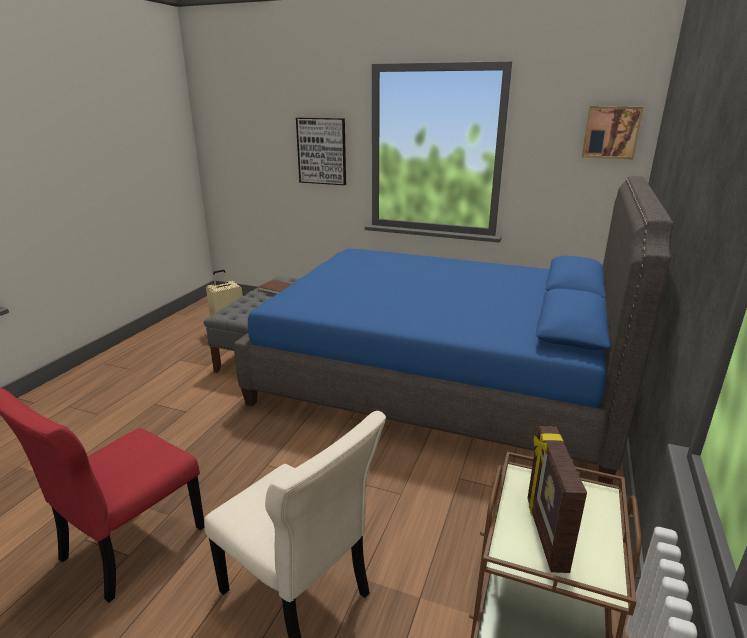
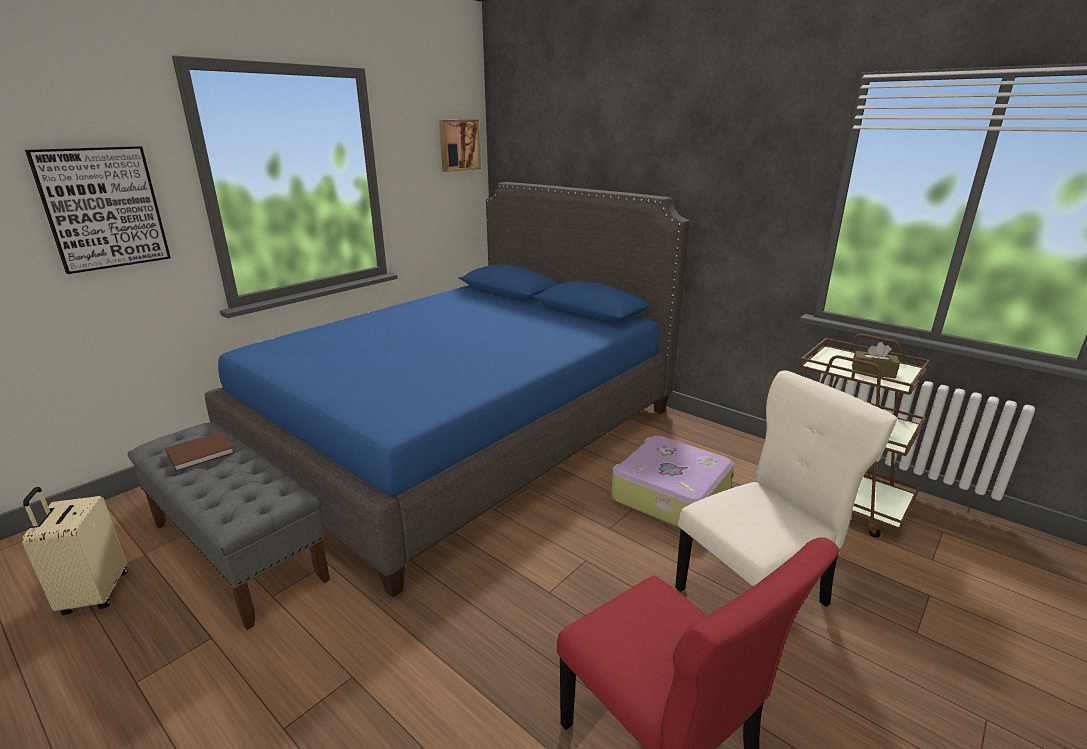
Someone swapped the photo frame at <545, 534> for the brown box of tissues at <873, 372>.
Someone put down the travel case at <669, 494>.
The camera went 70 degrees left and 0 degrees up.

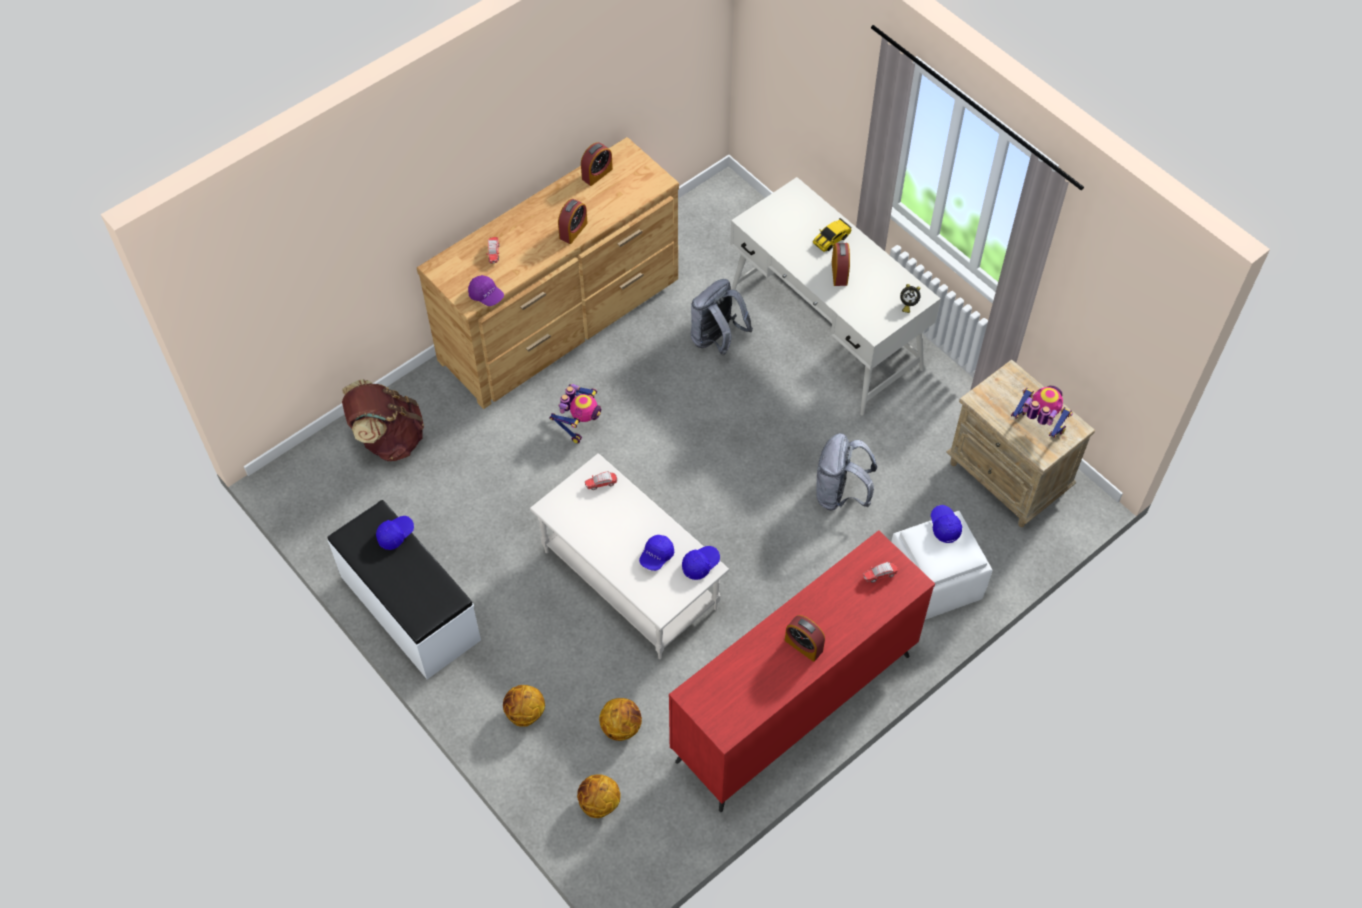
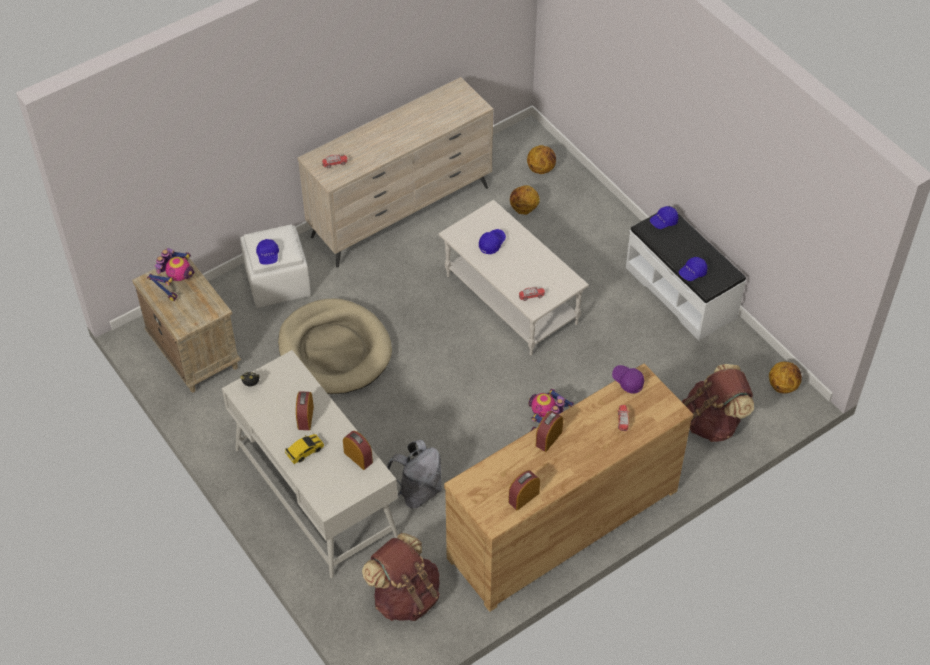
Someone rotated the toy robot at <1037, 426> by 105 degrees counterclockwise.
Someone swapped the greyish knapsack at <840, 494> for the sand-coloured dog bed at <334, 350>.
Someone repainted the reddish drawer chest at <792, 708>, which became the sand-coloured drawer chest at <401, 212>.
Someone carried the bluish baseball cap from <700, 564> to <663, 222>.
Someone carried the table clock from <803, 645> to <358, 457>.
Someone carried the basketball from <525, 713> to <783, 386>.
Someone put down the brown knapsack at <405, 596>.
The camera went 175 degrees left and 5 degrees down.

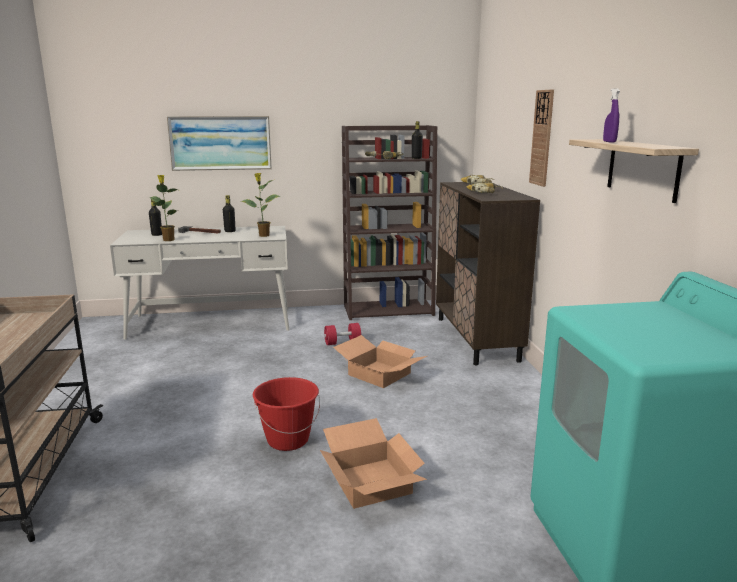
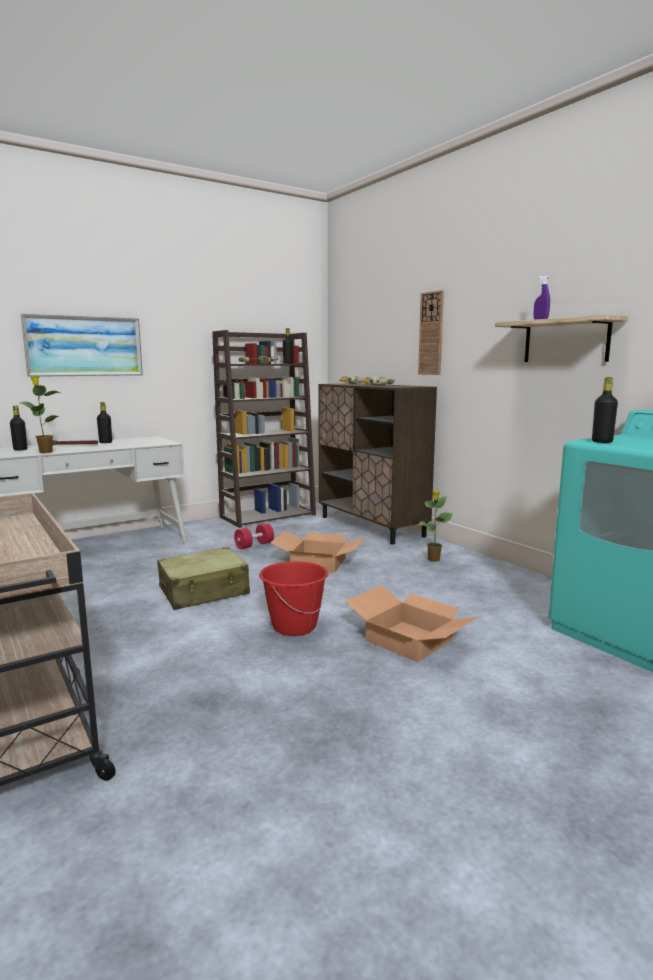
Someone carried the potted plant from <263, 235> to <433, 560>.
Someone put down the blackish beverage bottle at <602, 442>.
Someone put down the sand-coloured travel case at <204, 591>.
The camera went 25 degrees left and 5 degrees down.

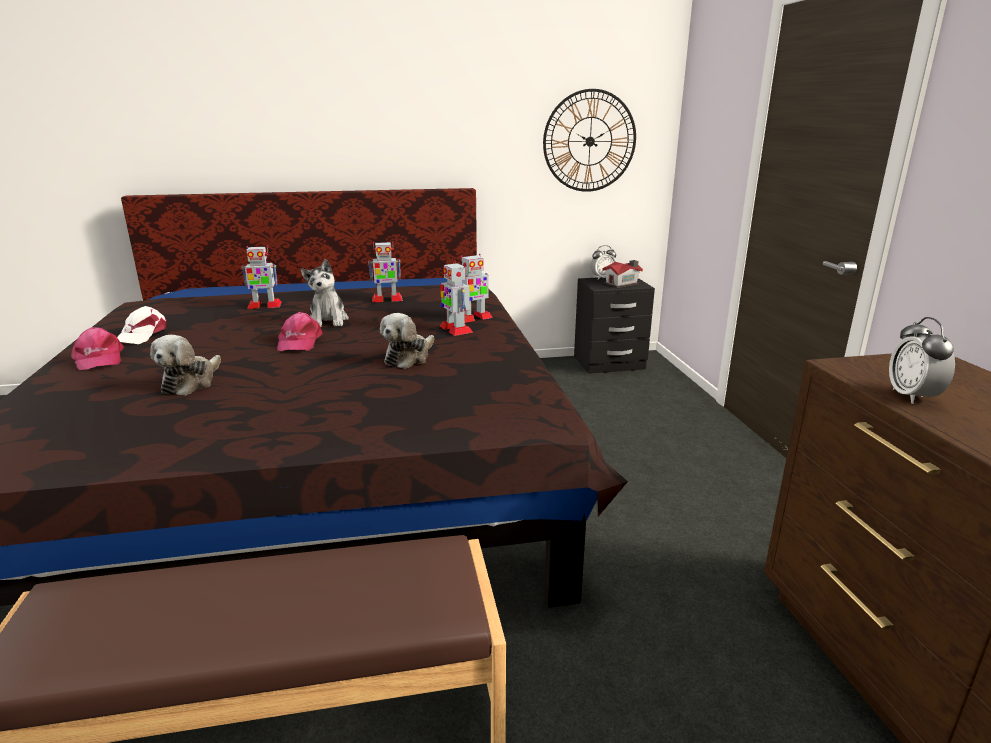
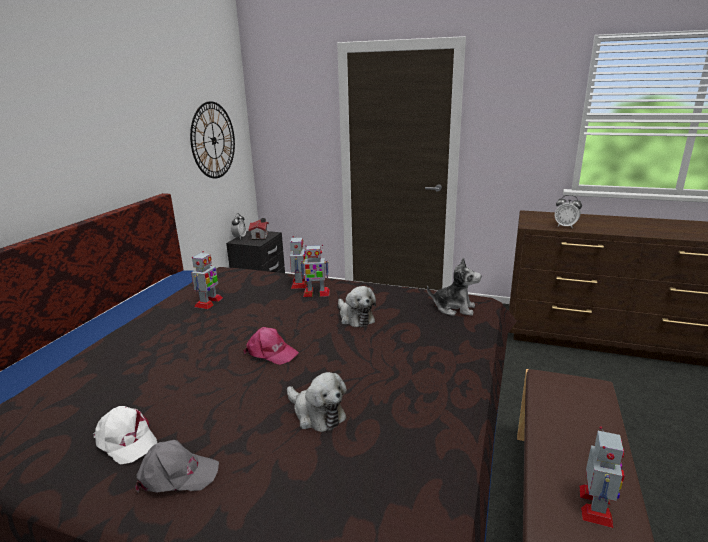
Someone carried the toy robot from <264, 305> to <596, 506>.
Someone carried the plush toy from <328, 320> to <454, 308>.
Someone repainted the pink baseball cap at <98, 359>, which became the greyish baseball cap at <177, 475>.
The camera went 60 degrees left and 0 degrees up.

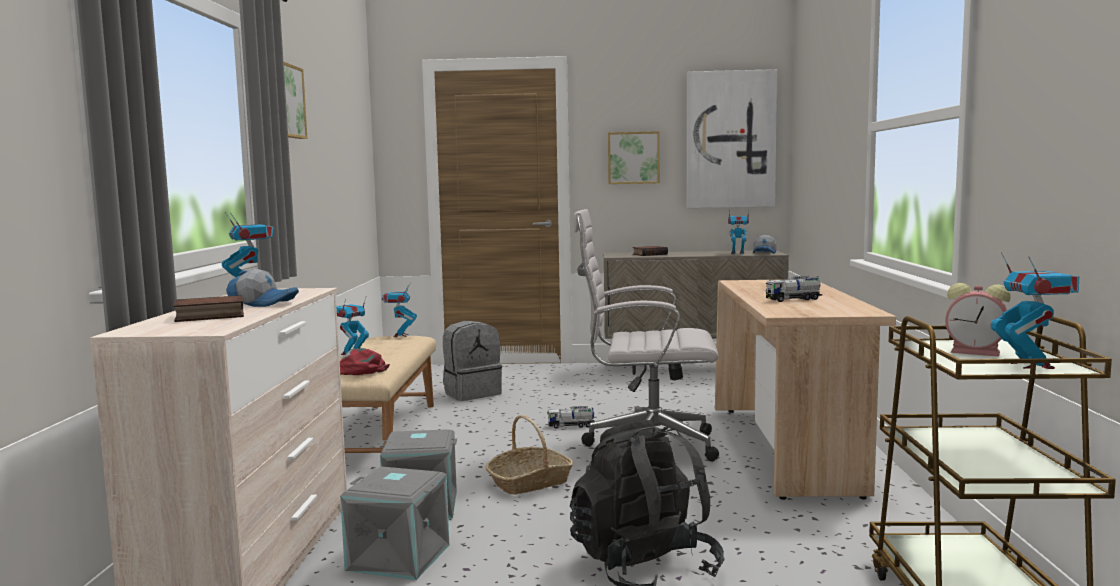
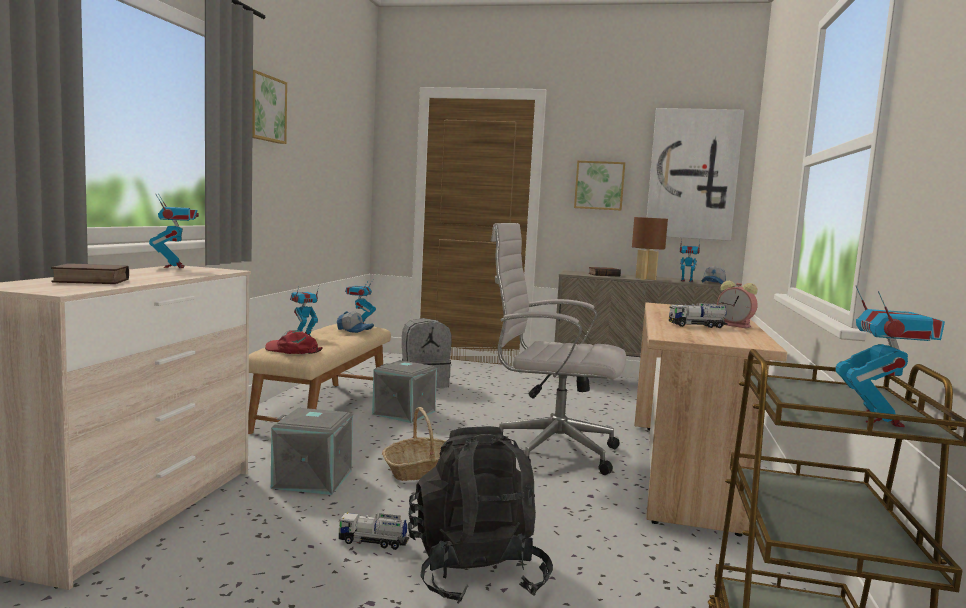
Someone carried the baseball cap from <263, 304> to <355, 330>.
Someone carried the table clock from <977, 352> to <736, 325>.
Someone carried the model truck from <571, 426> to <373, 542>.
Someone carried the greyish storage container from <400, 557> to <405, 412>.
Someone put down the brown table lamp at <645, 278>.
The camera went 10 degrees right and 0 degrees up.

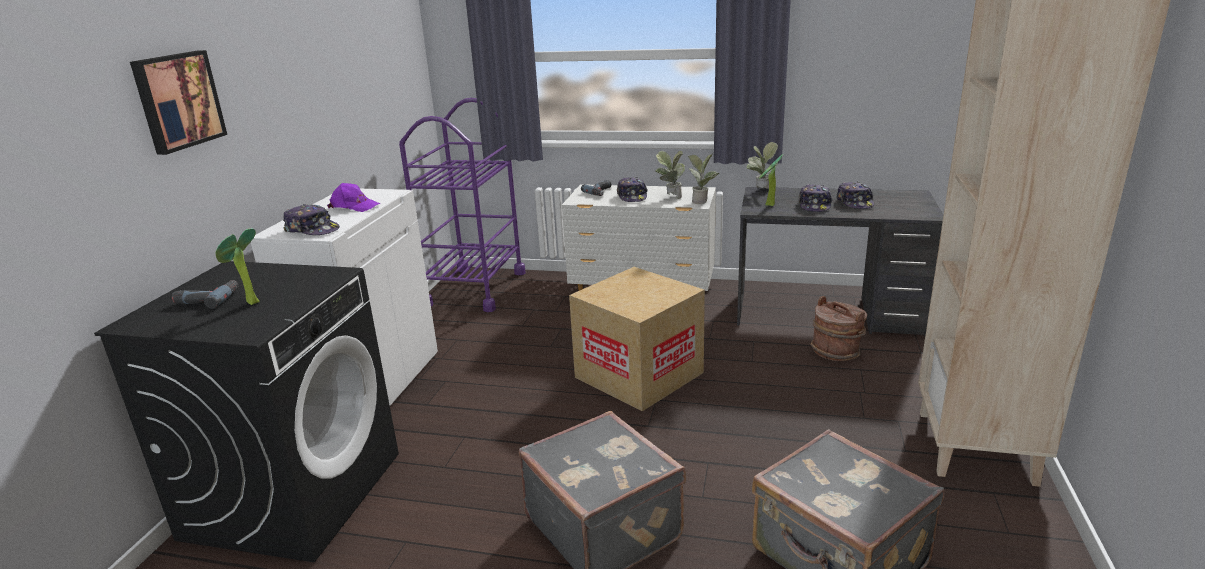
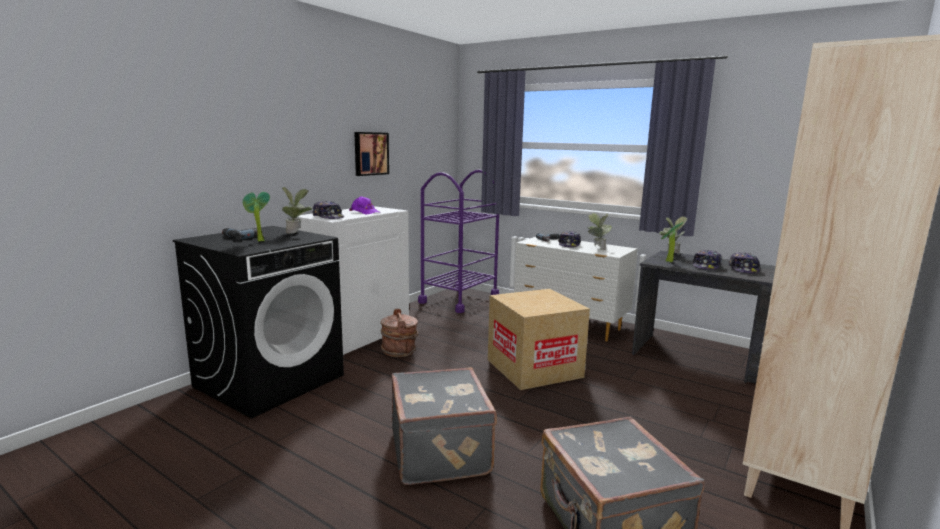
Someone carried the wall art from <177, 101> to <370, 153>.
Someone carried the potted plant from <702, 201> to <297, 232>.
Someone carried the brown bucket from <836, 351> to <399, 351>.
The camera went 20 degrees right and 10 degrees down.

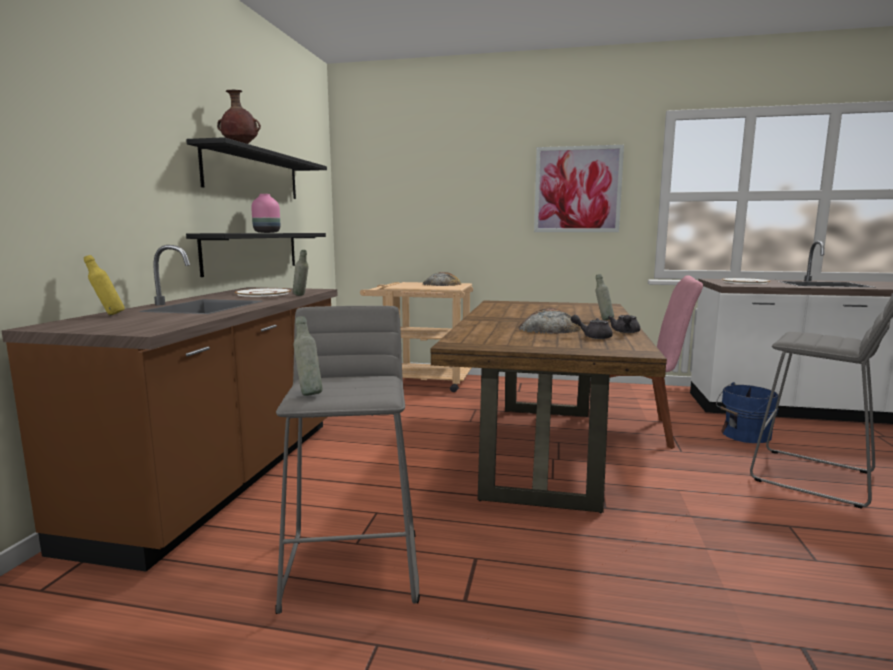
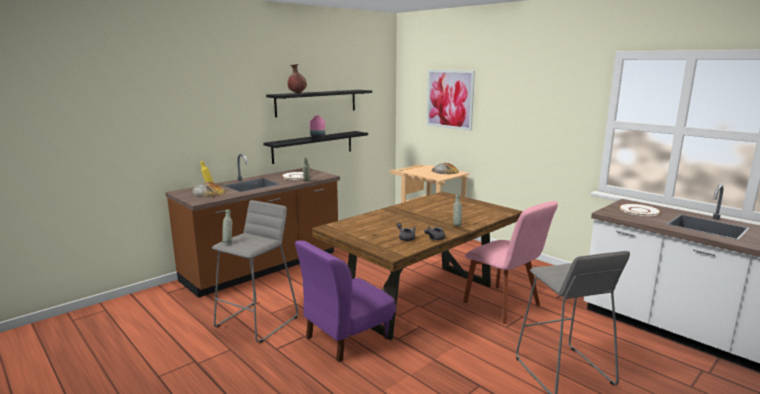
Someone carried the wall art from <577, 189> to <449, 99>.
Someone carried the bakery bread from <549, 328> to <208, 193>.
Someone took away the bluish bucket at <743, 435>.
Someone put down the purplish chair at <346, 337>.
The camera went 35 degrees right and 5 degrees up.

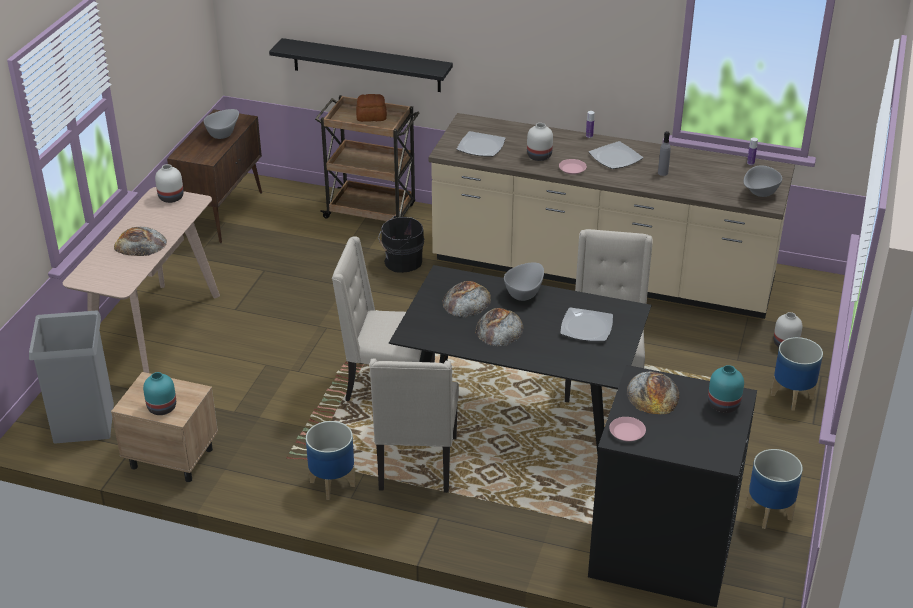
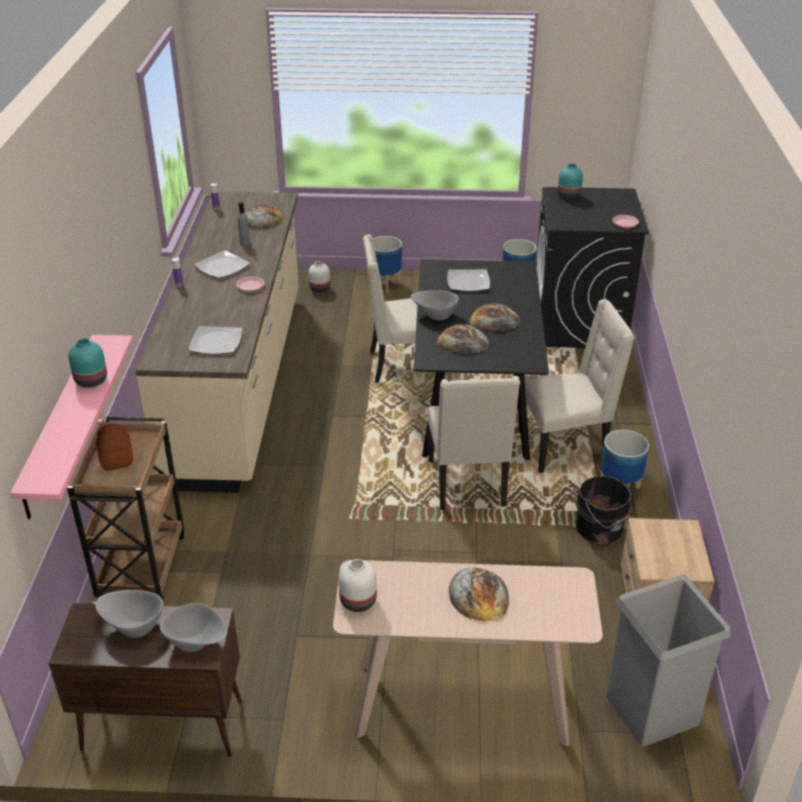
Someone repainted the blackish shelf at <366, 65>, which became the pink shelf at <59, 425>.
Someone took away the white-coloured flower vase at <539, 156>.
Someone carried the greyish deep dish from <759, 193> to <197, 643>.
Someone carried the blackish bucket from <401, 262> to <600, 529>.
Someone carried the turquoise flower vase from <161, 408> to <91, 381>.
Someone carried the bakery bread from <653, 394> to <260, 219>.
The camera went 105 degrees left and 0 degrees up.

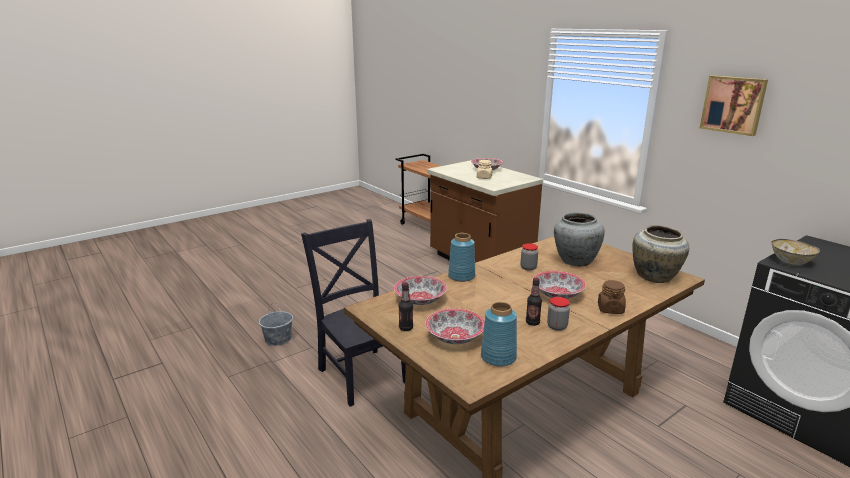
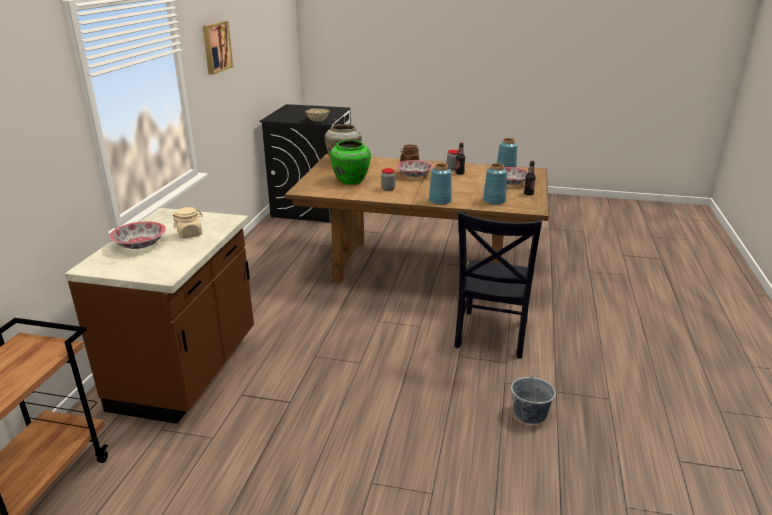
Someone repainted the greyish flower vase at <575, 260>, which became the greenish flower vase at <350, 181>.
Someone swapped the deep dish at <420, 300> for the bluish flower vase at <494, 201>.
The camera went 130 degrees left and 5 degrees up.

